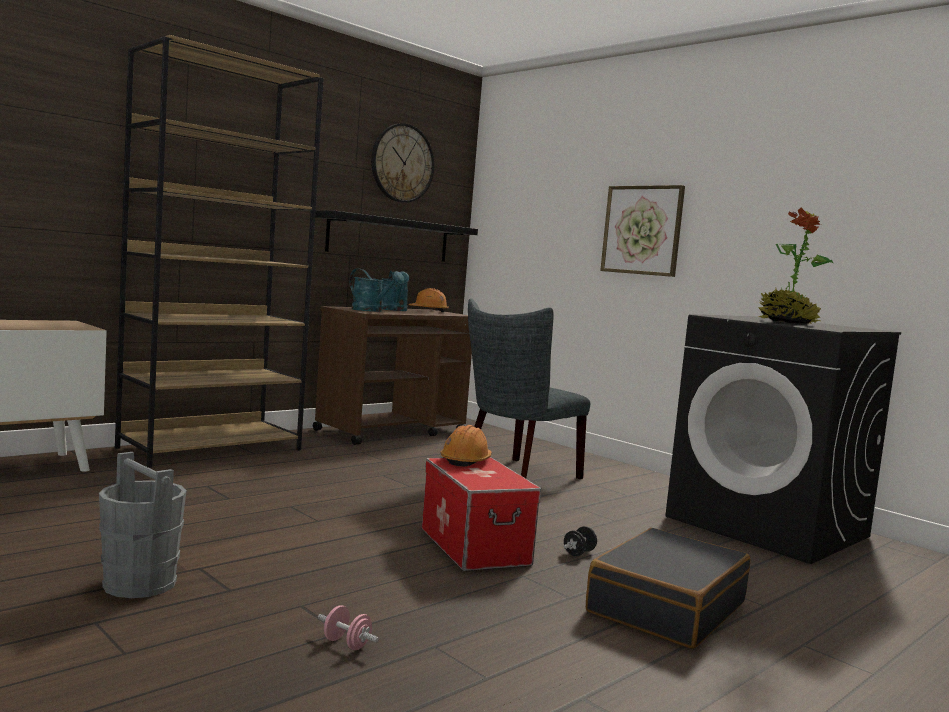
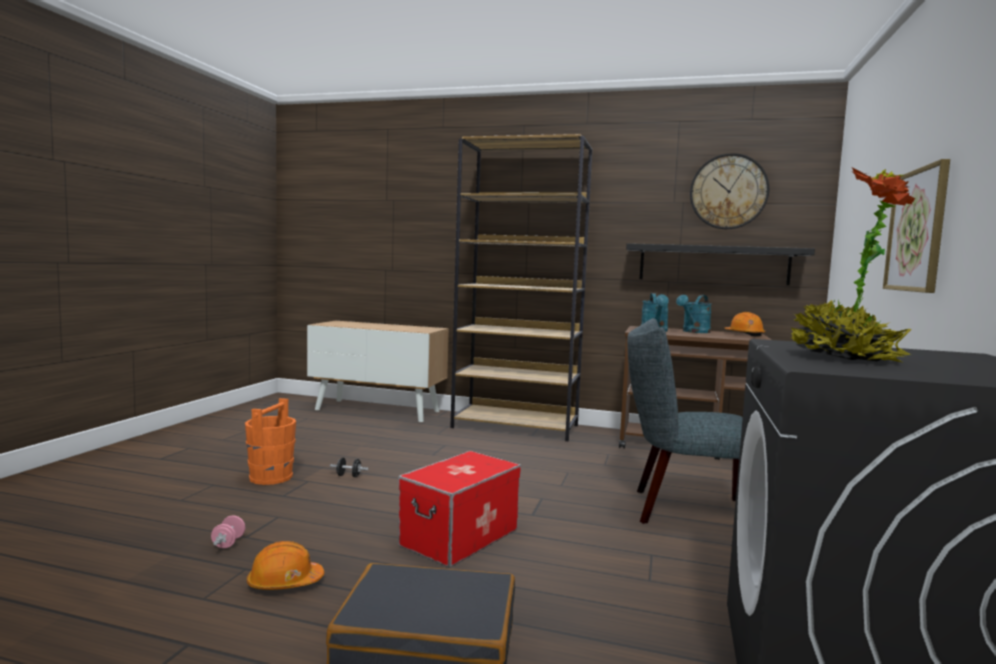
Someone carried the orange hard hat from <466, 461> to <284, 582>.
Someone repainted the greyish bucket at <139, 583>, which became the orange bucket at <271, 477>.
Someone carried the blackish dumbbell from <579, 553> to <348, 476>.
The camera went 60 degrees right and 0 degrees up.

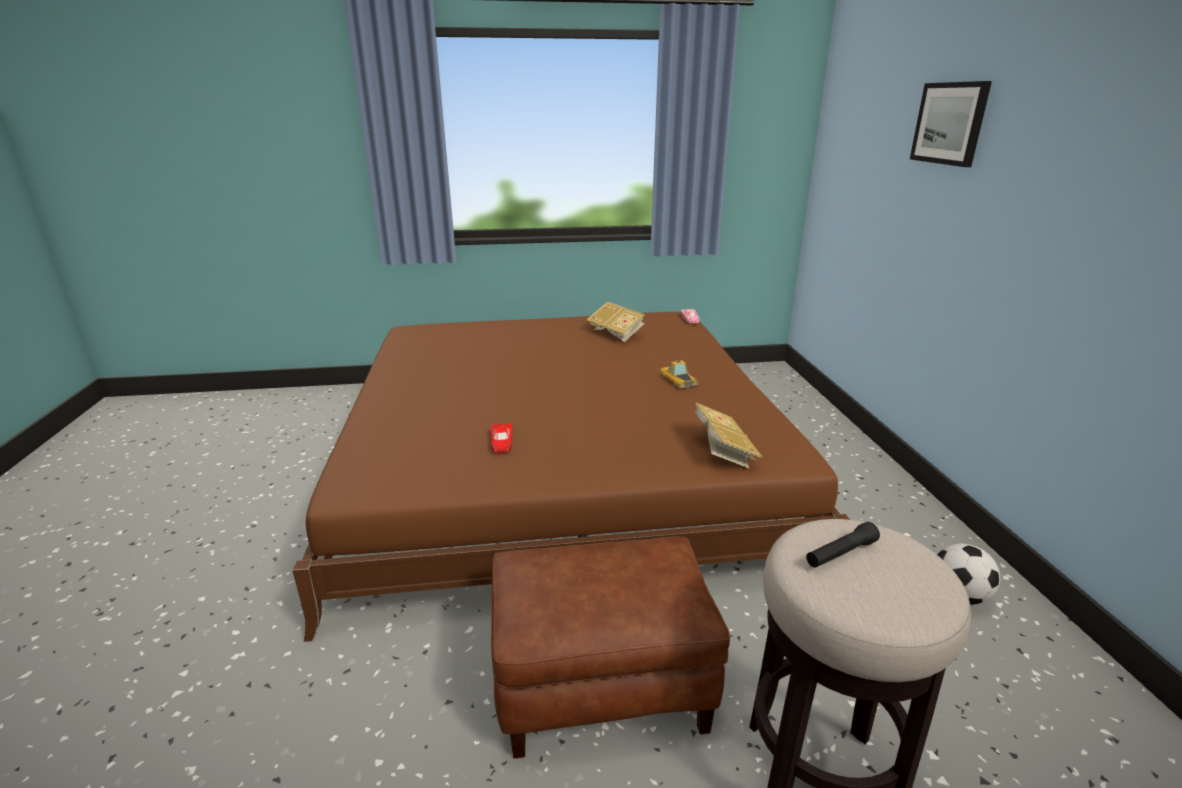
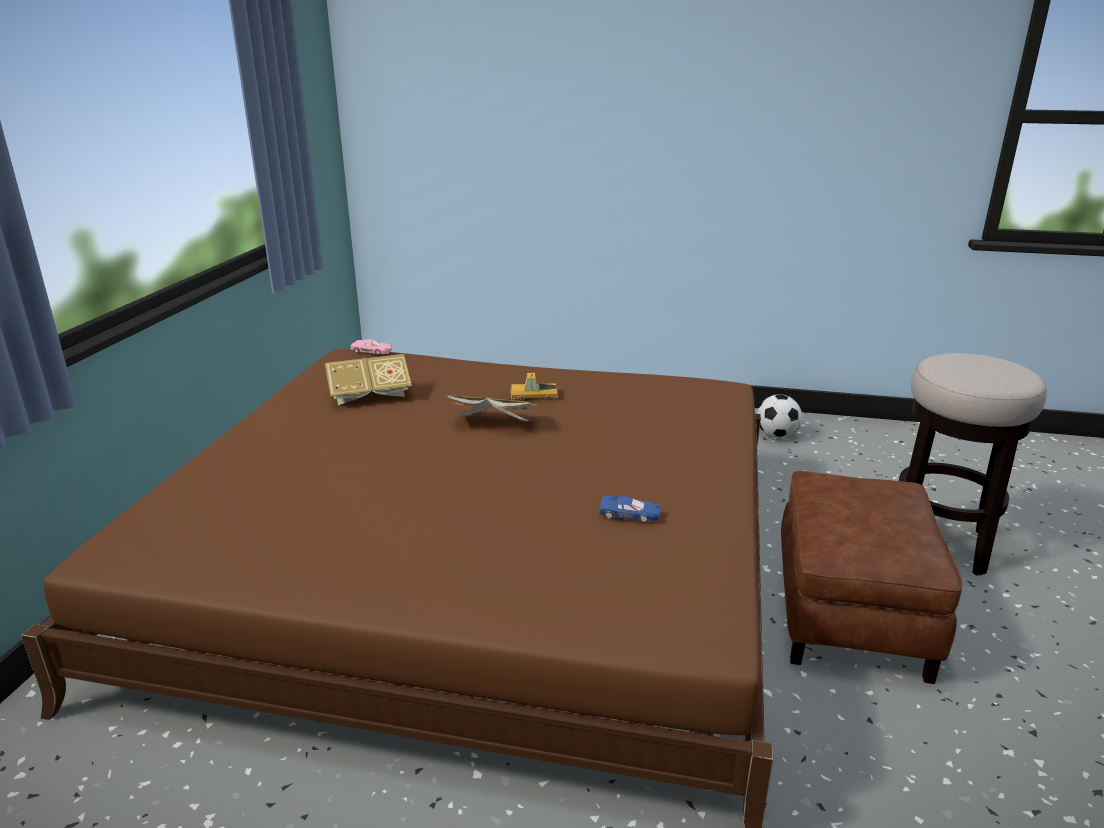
Someone took away the wall art at <950, 123>.
Someone carried the bound book from <722, 451> to <493, 424>.
Someone repainted the reddish toy car at <501, 442>, which became the bluish toy car at <630, 514>.
Someone took away the blackish hand torch at <840, 553>.
The camera went 70 degrees left and 0 degrees up.

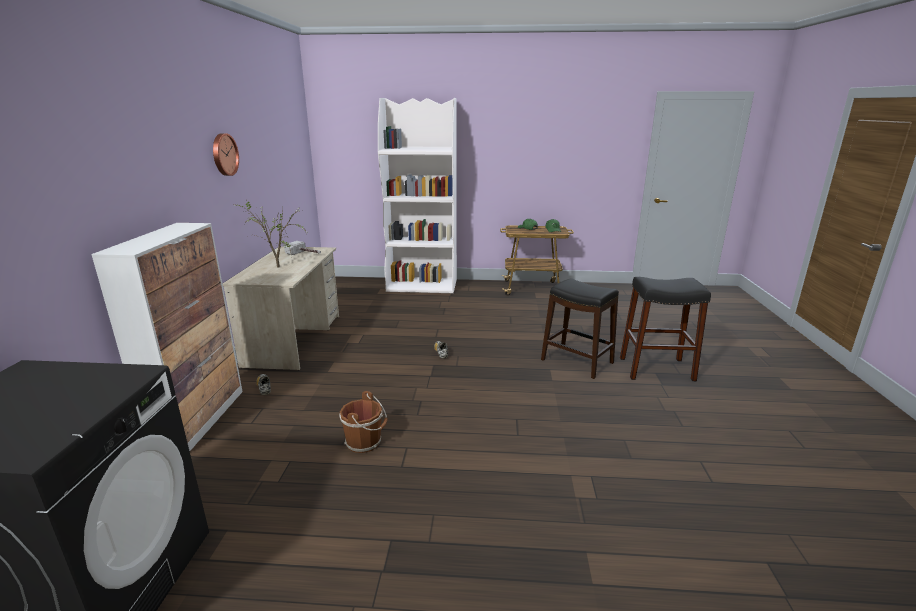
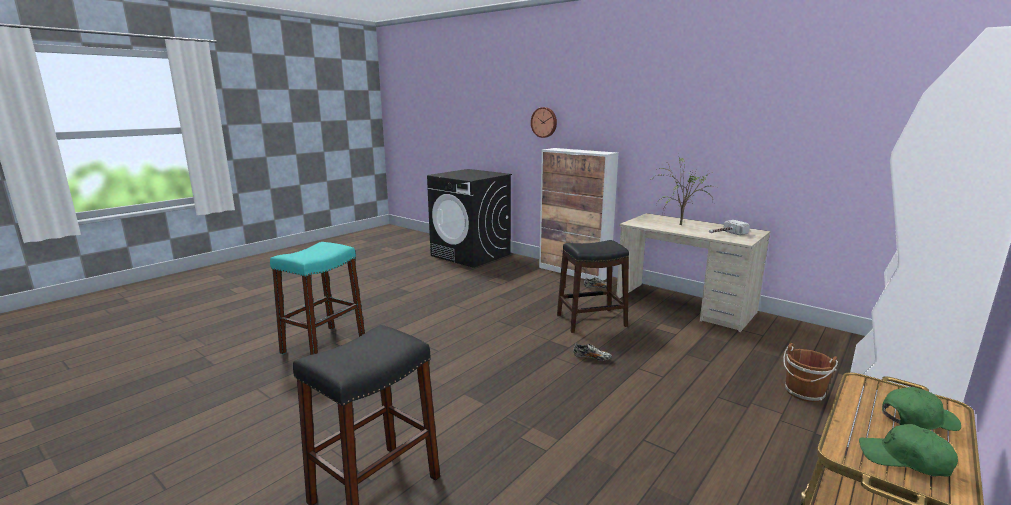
Someone carried the wall clock from <224, 154> to <544, 122>.
Someone carried the blackish sitting stool from <577, 361> to <591, 321>.
Someone carried the brown bucket from <365, 442> to <804, 393>.
Someone put down the turquoise sitting stool at <324, 344>.
The camera went 125 degrees right and 5 degrees down.

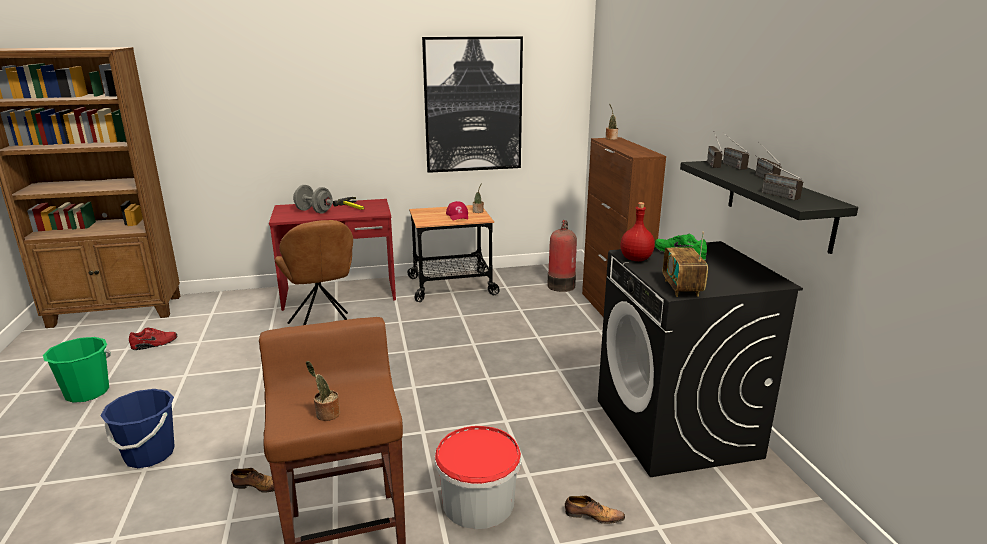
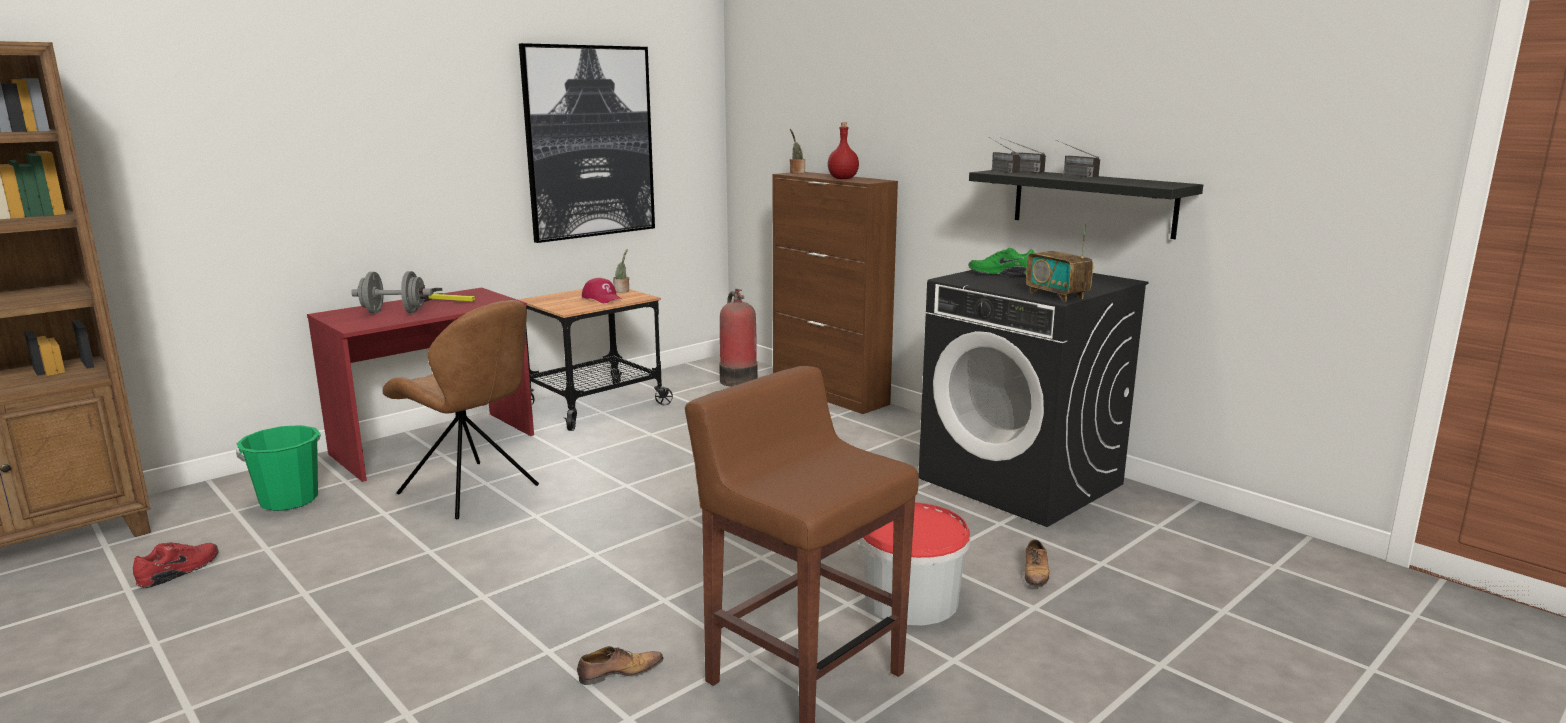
Someone took away the radio set at <771, 193>.
Someone carried the reddish beverage bottle from <636, 259> to <843, 178>.
Someone carried the greenish bucket from <87, 392> to <289, 500>.
Someone took away the potted plant at <326, 414>.
Someone took away the bluish bucket at <149, 454>.
Someone rotated the shoe at <592, 516> by 120 degrees clockwise.
The camera went 30 degrees left and 5 degrees down.

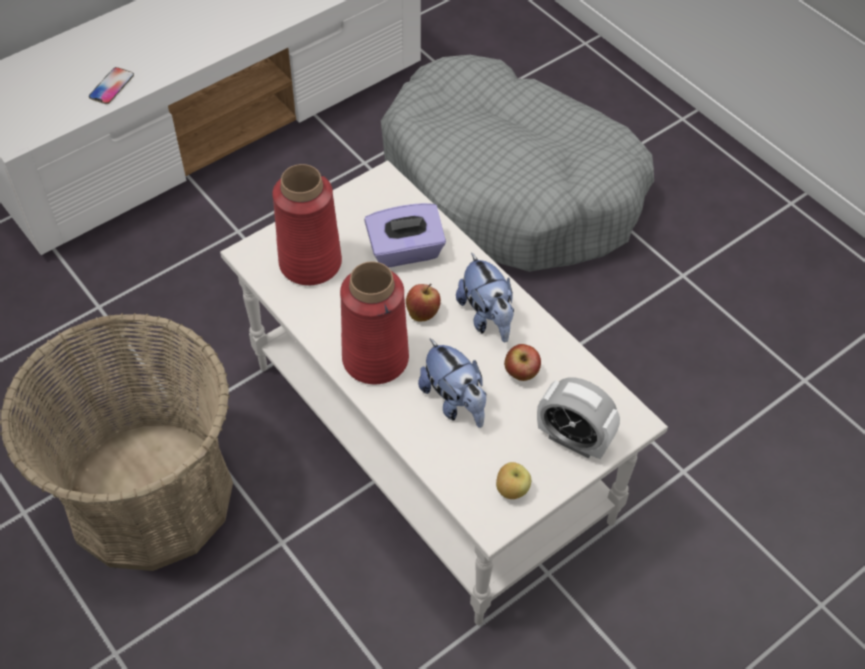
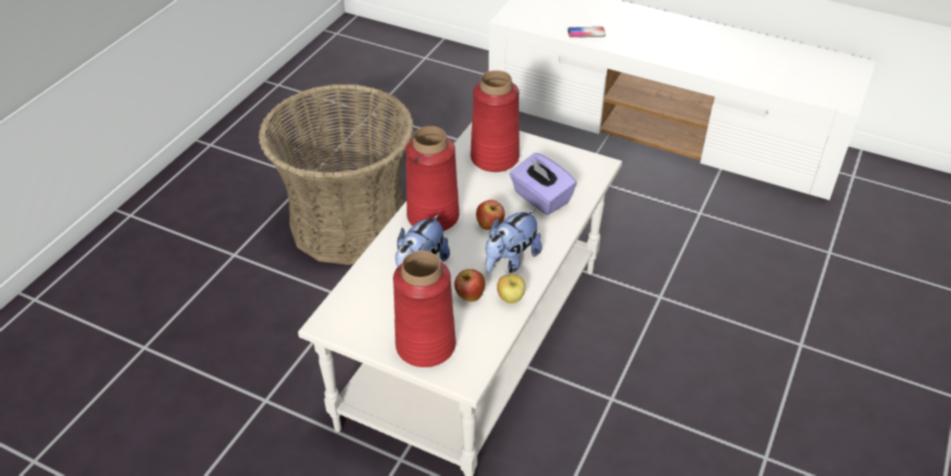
Someone took away the greyish dog bed at <511, 188>.
Someone swapped the table clock at <573, 439> for the reddish flower vase at <426, 346>.
Someone carried the apple fruit from <511, 490> to <511, 298>.
The camera went 65 degrees right and 10 degrees down.

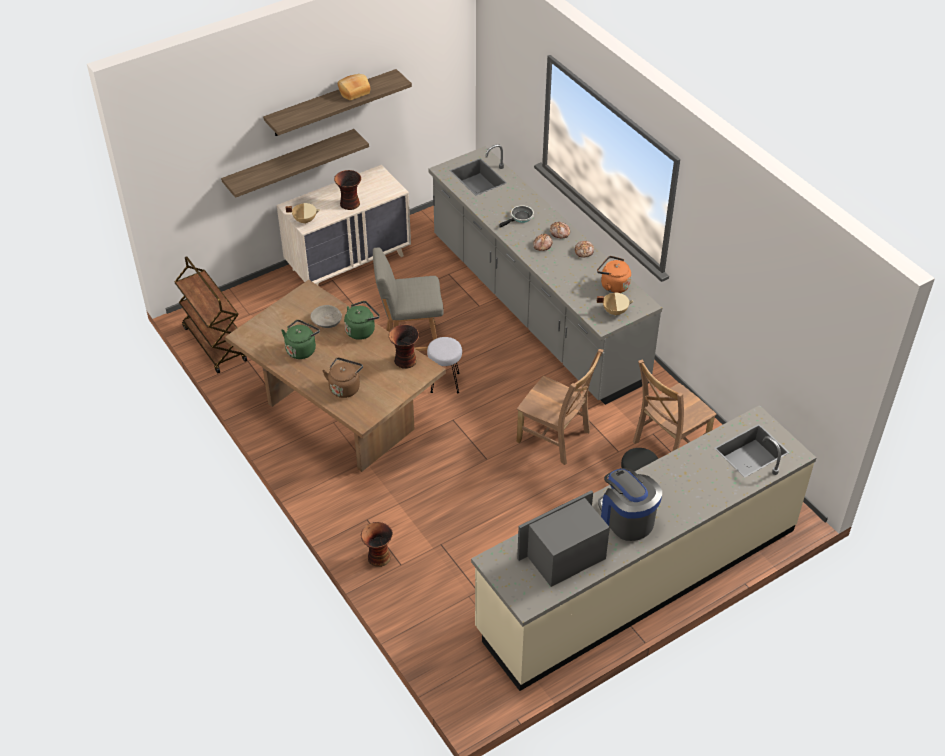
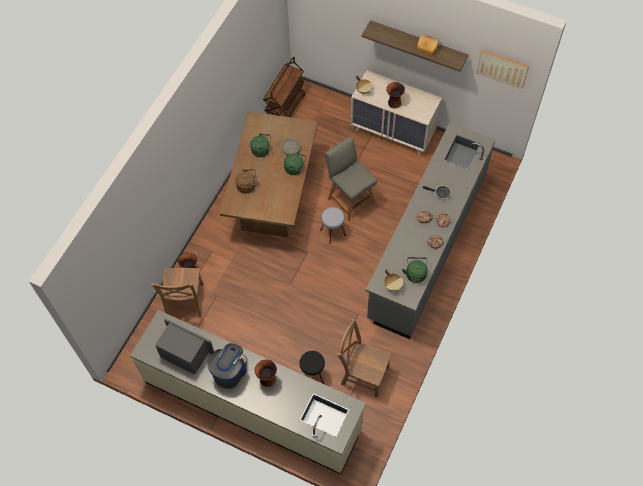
Someone took away the shelf at <290, 163>.
Someone repainted the orange tea kettle at <613, 285>, which became the greenish tea kettle at <415, 273>.
Someone carried the flower vase from <405, 361> to <267, 379>.
Someone carried the brown chair from <556, 438> to <184, 301>.
Someone put up the wall art at <502, 68>.
The camera went 60 degrees right and 15 degrees up.

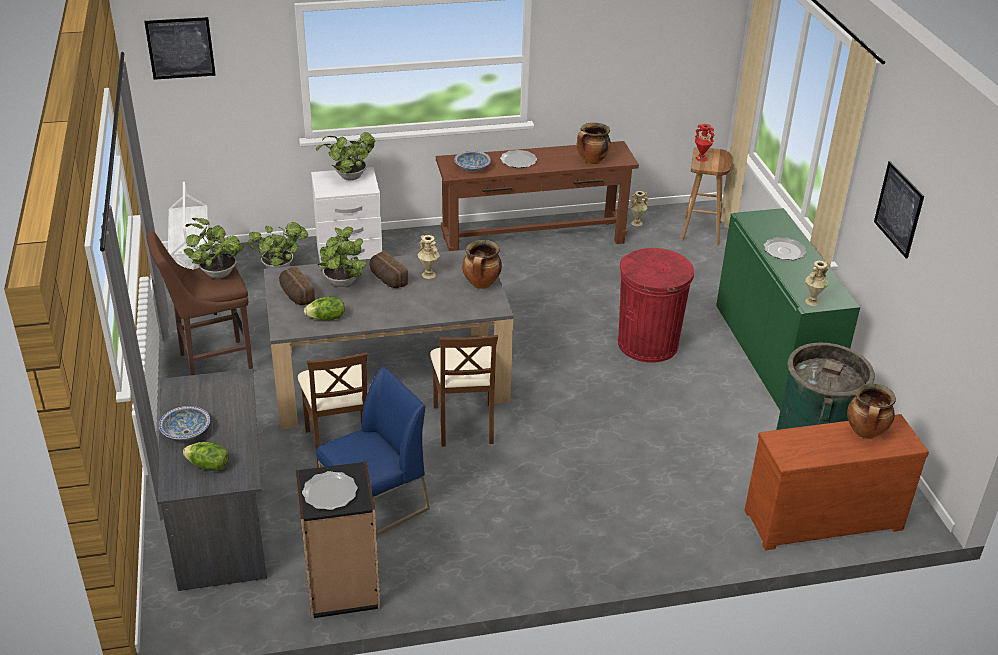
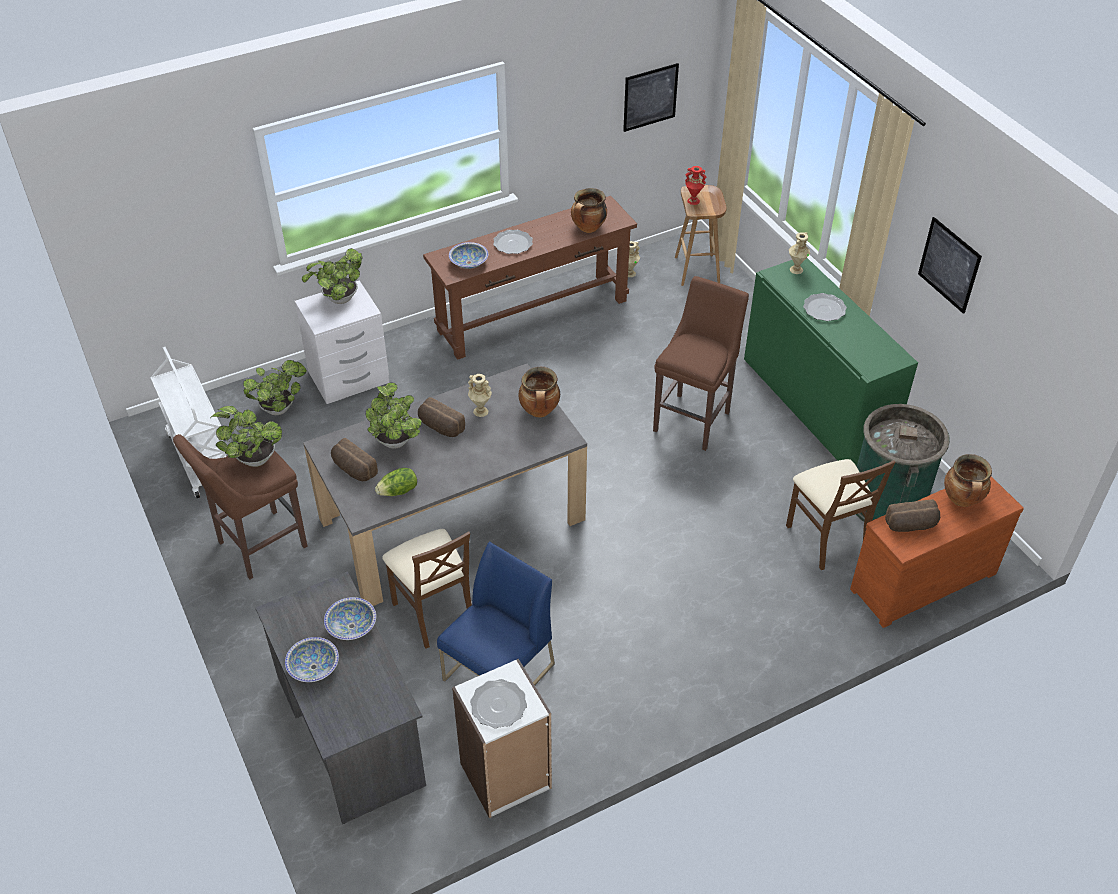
Someone carried the wall art from <180, 48> to <650, 97>.
Someone swapped the reddish waste bin at <648, 344> for the brown sitting stool at <694, 419>.
Someone carried the sand-coloured flower vase from <812, 301> to <796, 269>.
Someone carried the brown chair from <464, 423> to <827, 538>.
Someone took away the head of lettuce at <208, 466>.
Someone repainted the blackish bookcase at <342, 589>, which became the white-coloured bookcase at <506, 776>.
Someone put down the bakery bread at <911, 525>.
Someone put down the deep dish at <351, 626>.
The camera went 15 degrees left and 10 degrees up.

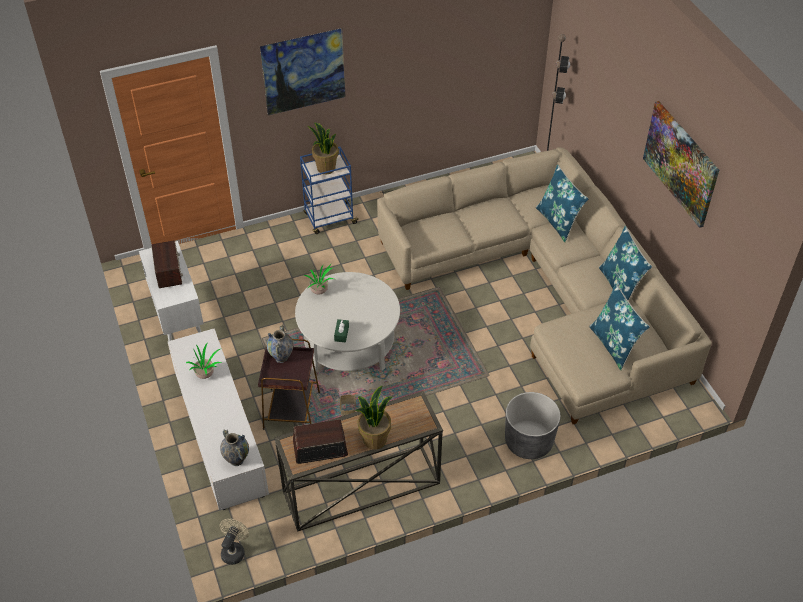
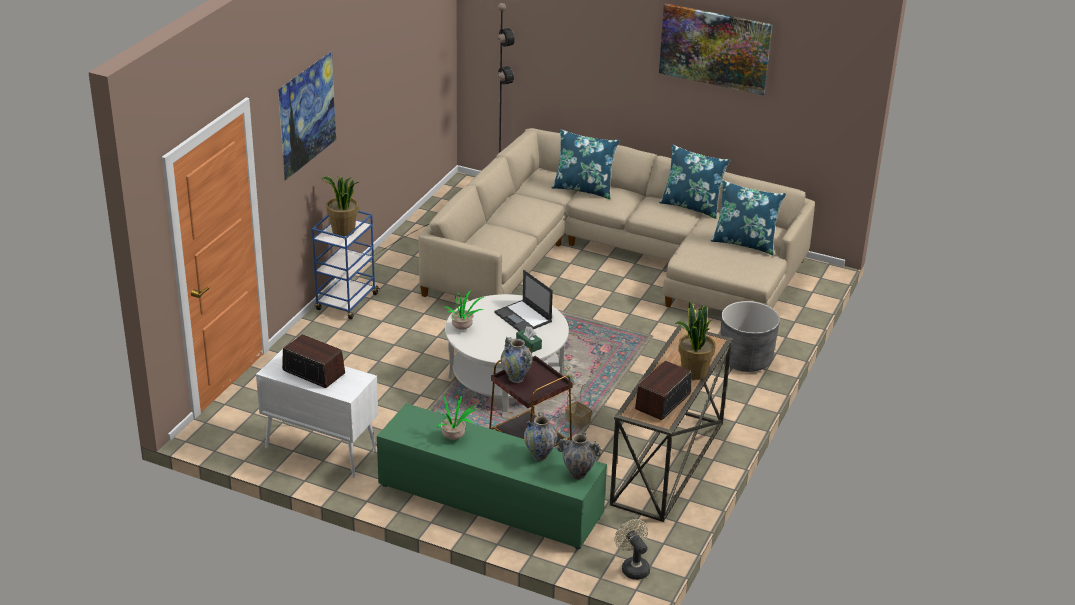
Someone repainted the white-coloured media console at <219, 431>, which became the greenish media console at <488, 501>.
Someone put down the notebook computer at <523, 317>.
Someone put down the flower vase at <540, 456>.
The camera went 45 degrees left and 15 degrees down.

